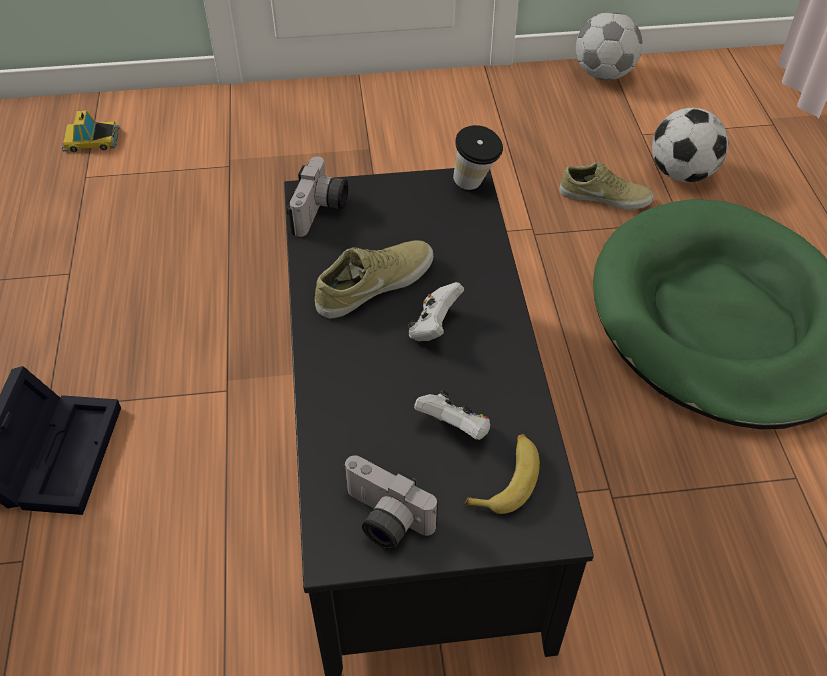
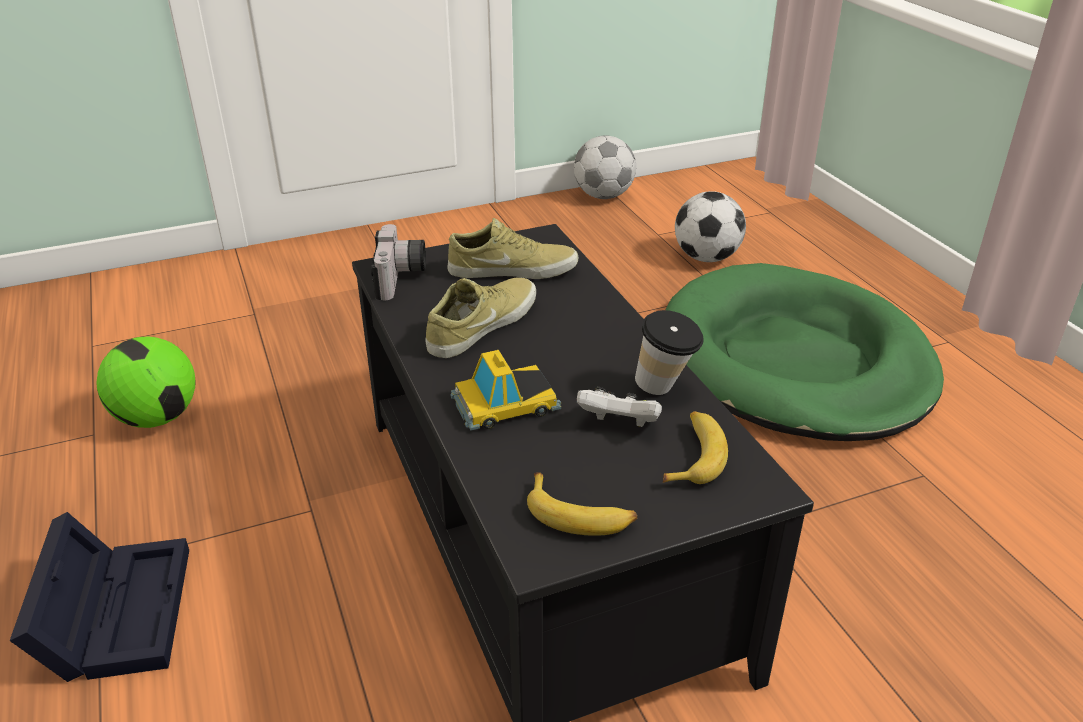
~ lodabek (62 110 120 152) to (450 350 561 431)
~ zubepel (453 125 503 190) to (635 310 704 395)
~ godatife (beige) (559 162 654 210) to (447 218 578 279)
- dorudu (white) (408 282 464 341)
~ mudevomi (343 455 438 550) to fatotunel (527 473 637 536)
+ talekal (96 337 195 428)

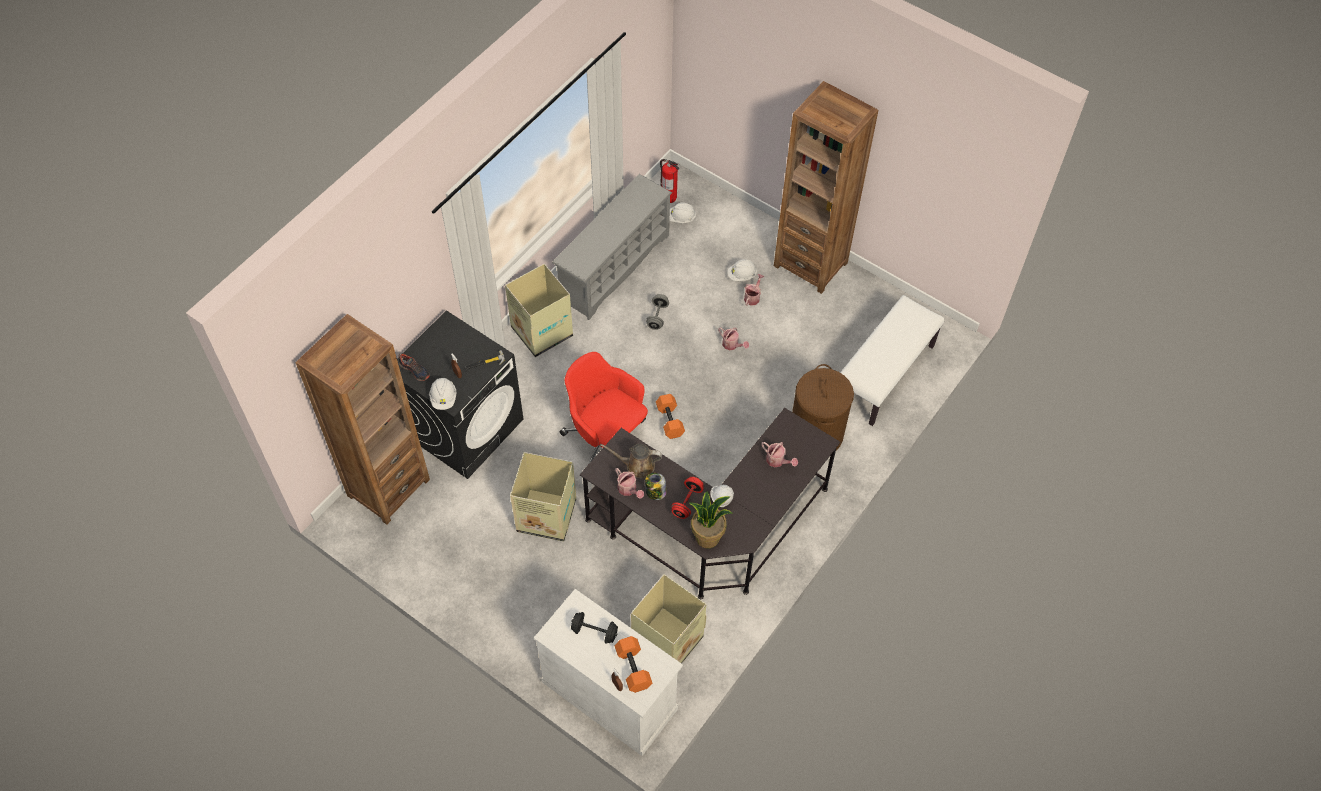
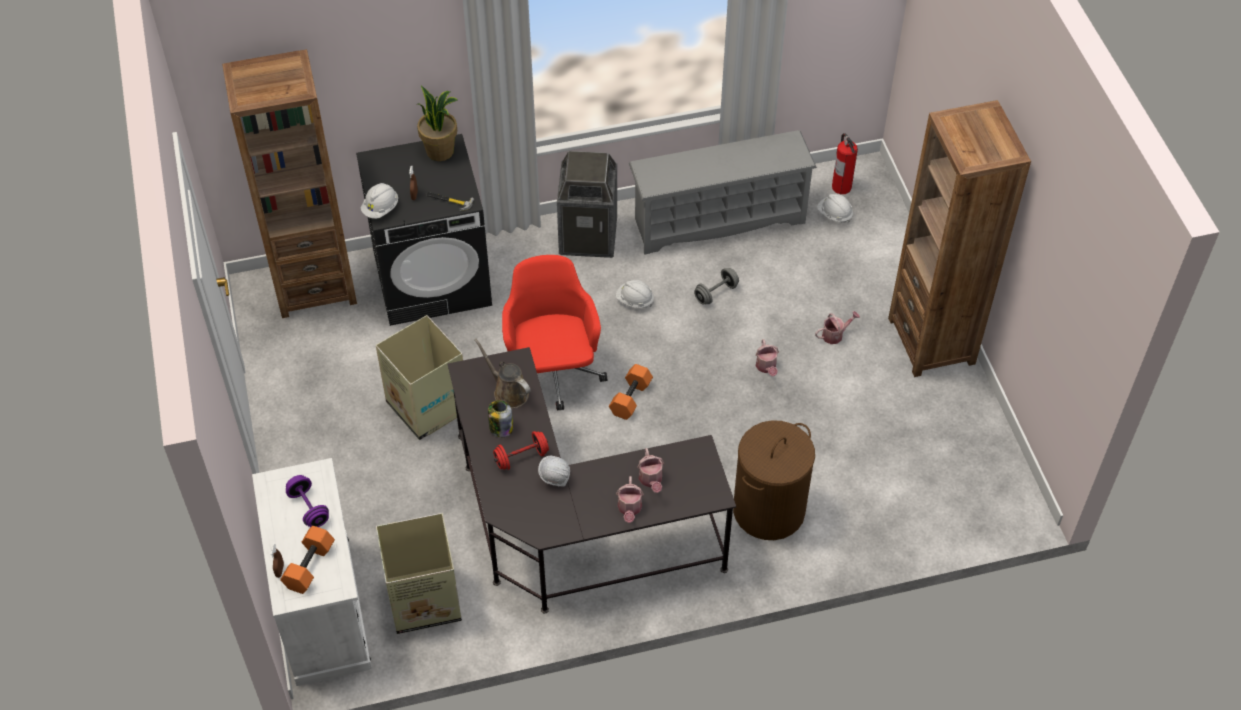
~ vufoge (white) (728 259 757 281) to (616 280 654 308)
~ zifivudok (505 264 573 357) to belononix (557 151 617 258)
- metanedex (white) (840 295 945 426)
- godatife (398 353 430 381)
~ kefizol (615 468 644 499) to (616 476 644 523)
~ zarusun (689 492 732 548) to (417 86 458 161)
~ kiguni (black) (571 612 618 644) to kiguni (purple) (286 475 329 527)

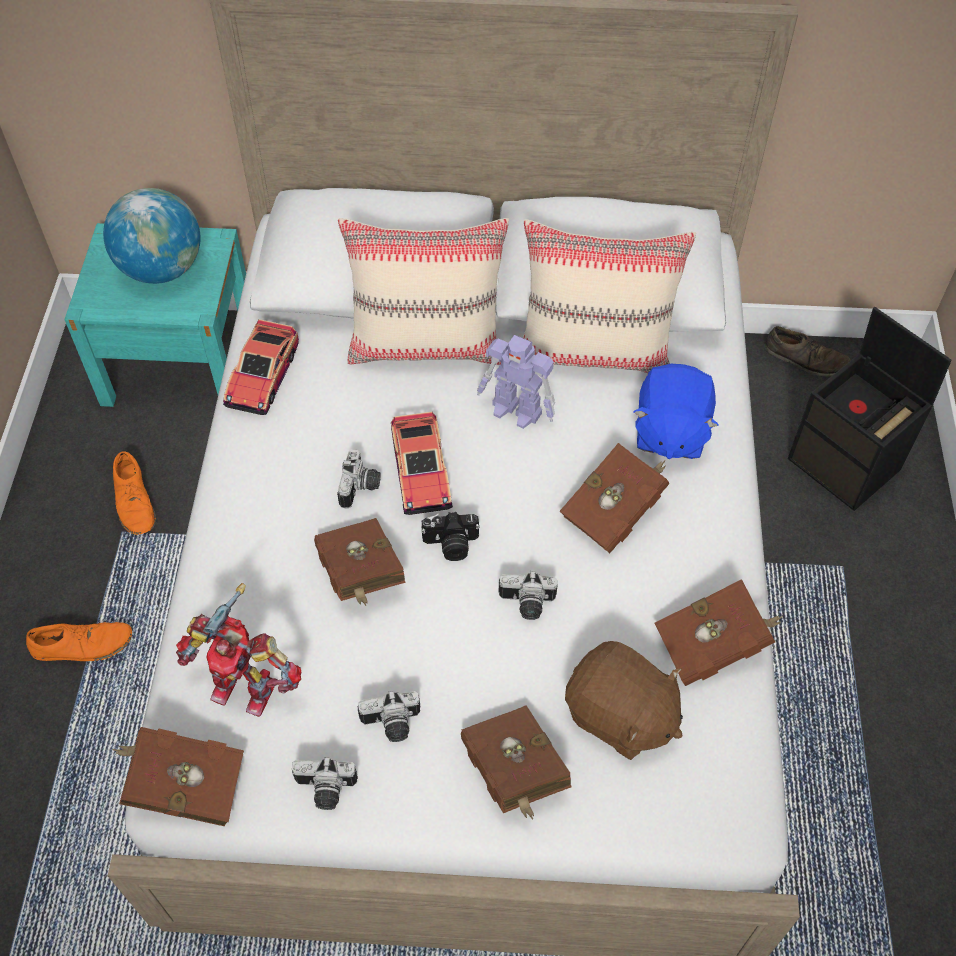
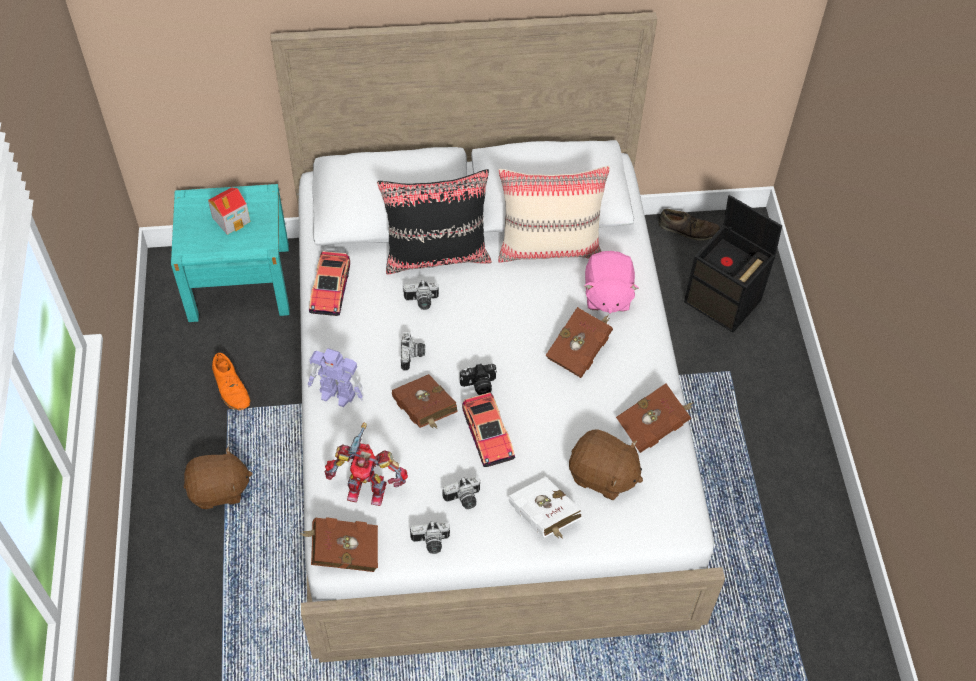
~ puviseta (103 188 200 284) to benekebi (208 187 250 235)
~ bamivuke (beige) (338 218 509 365) to bamivuke (black) (377 169 492 275)
~ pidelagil (477 335 555 429) to (308 348 364 407)
~ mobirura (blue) (633 364 719 459) to mobirura (pink) (584 251 639 313)
~ lodabek (391 412 453 515) to (462 392 515 467)
~ mudevomi (499 571 558 620) to (403 280 439 310)
~ godatife (orange) (26 622 132 661) to mobirura (brown) (184 446 253 509)
~ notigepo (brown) (461 705 571 820) to notigepo (white) (509 476 582 539)

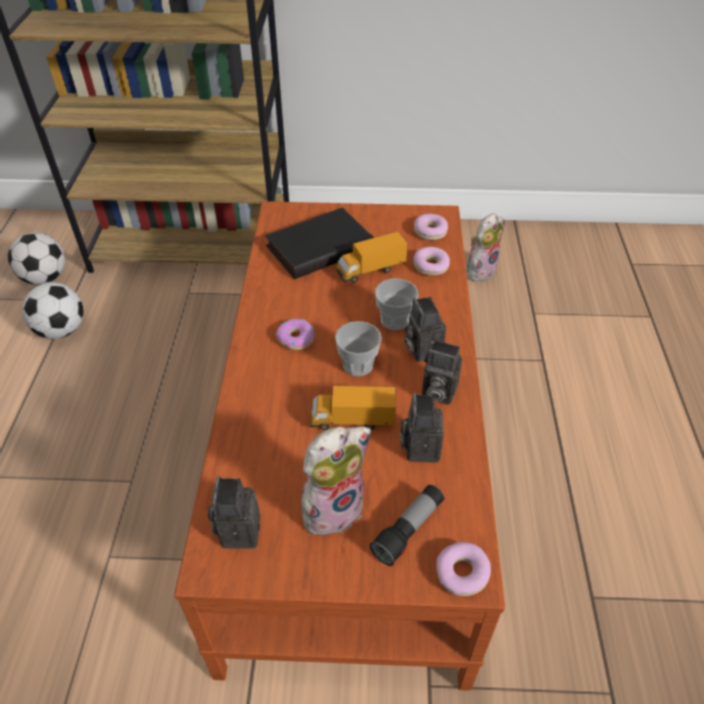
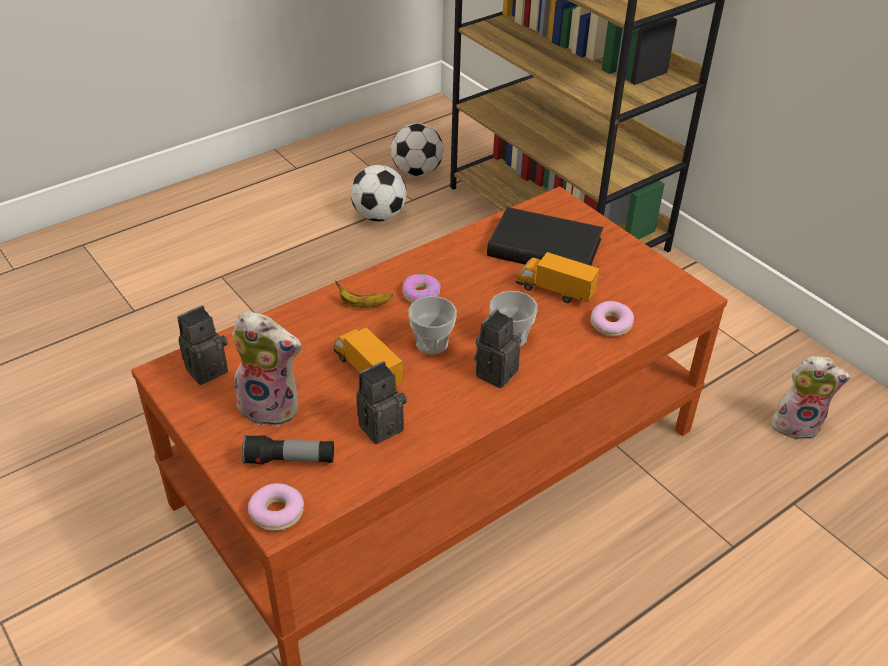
- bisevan (414 214 448 240)
- mudevomi (422 340 462 405)
+ fatotunel (336 281 393 308)

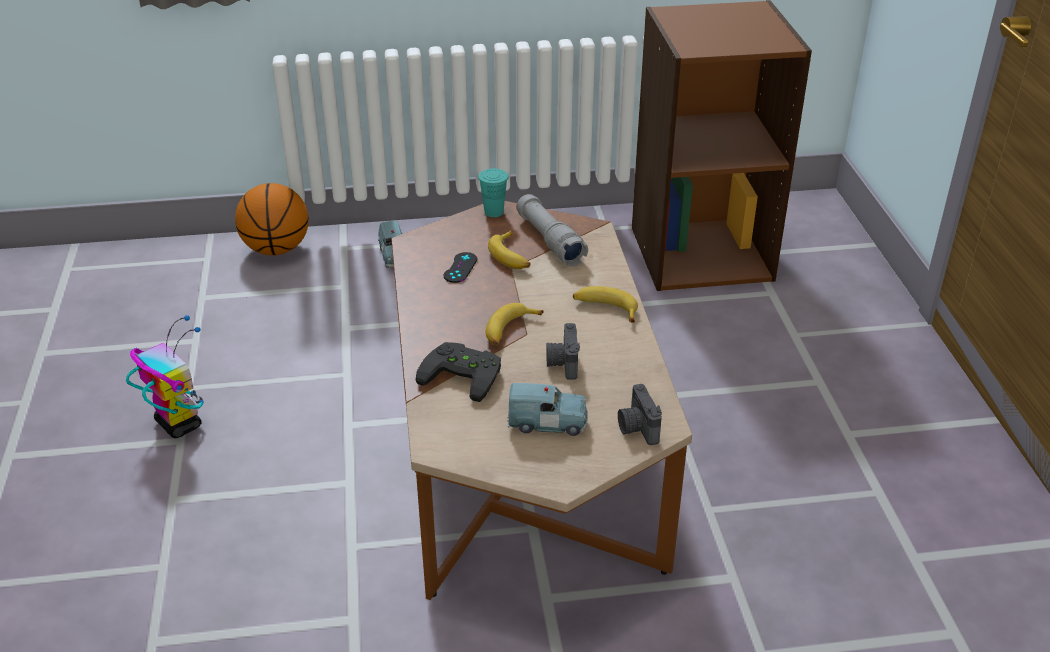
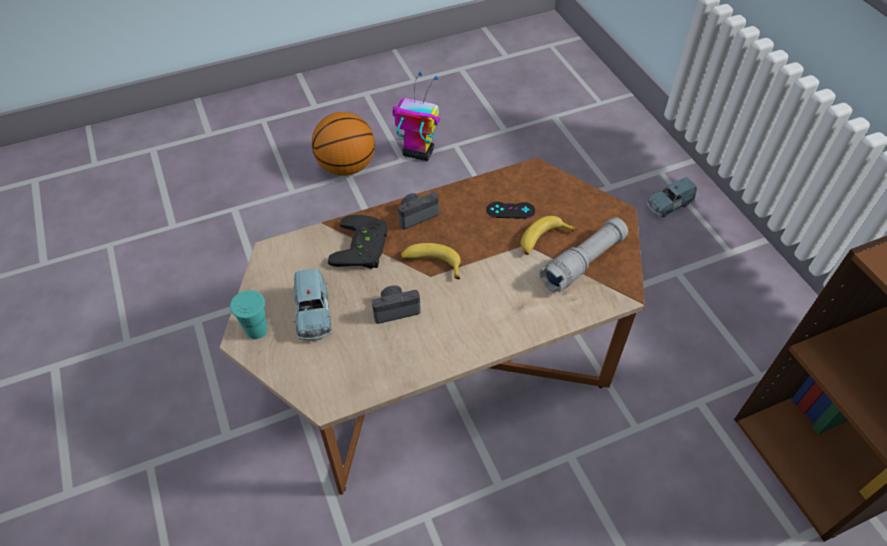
~ zubepel (turquoise) (478 169 509 217) to (230 290 267 339)
~ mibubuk (235 183 309 255) to (312 112 375 176)
- fatotunel (573 286 638 323)
~ pidelagil (126 315 204 438) = (393 72 440 161) 105 degrees counterclockwise
~ mudevomi (618 384 662 445) to (399 192 439 229)

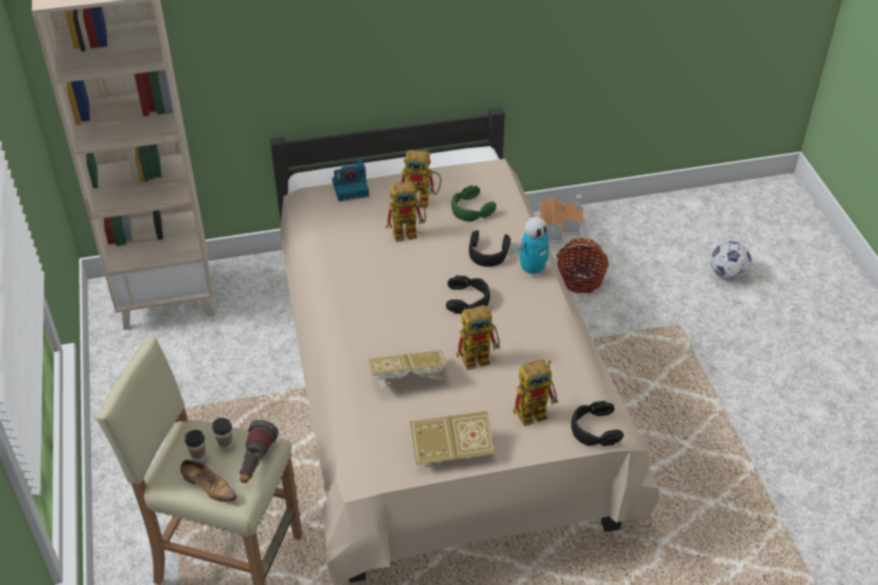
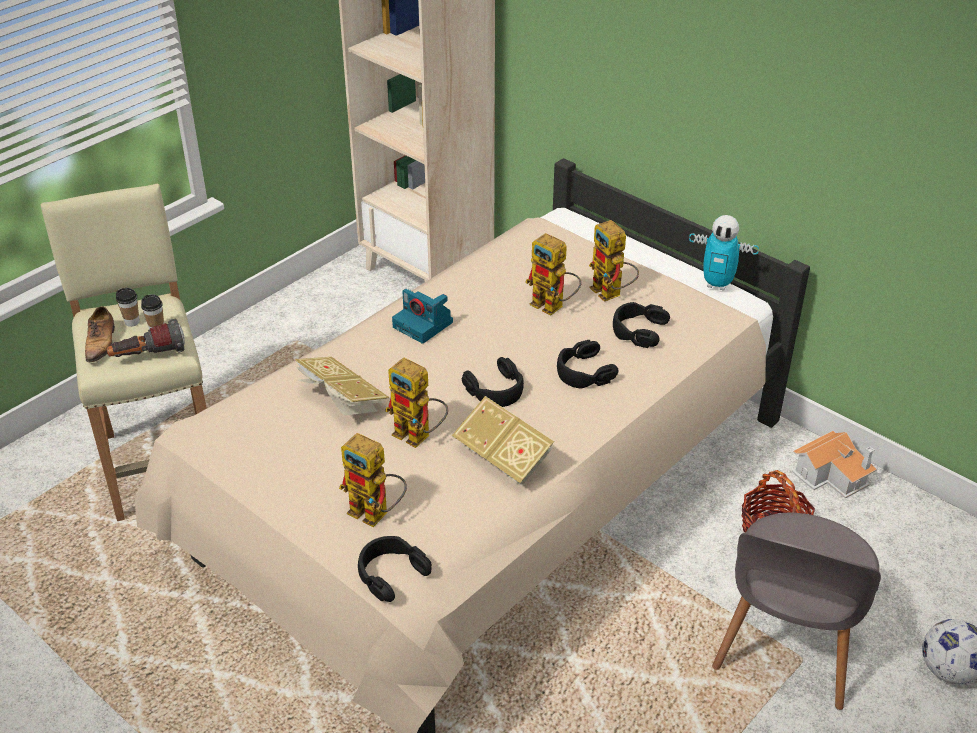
~ mudevomi (332 158 369 201) to (392 289 453 344)
~ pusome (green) (451 185 496 222) to pusome (black) (613 302 670 348)
~ pidelagil (511 217 558 277) to (689 215 759 291)
~ notigepo (410 411 494 466) to (452 396 554 487)
+ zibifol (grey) (712 513 881 710)

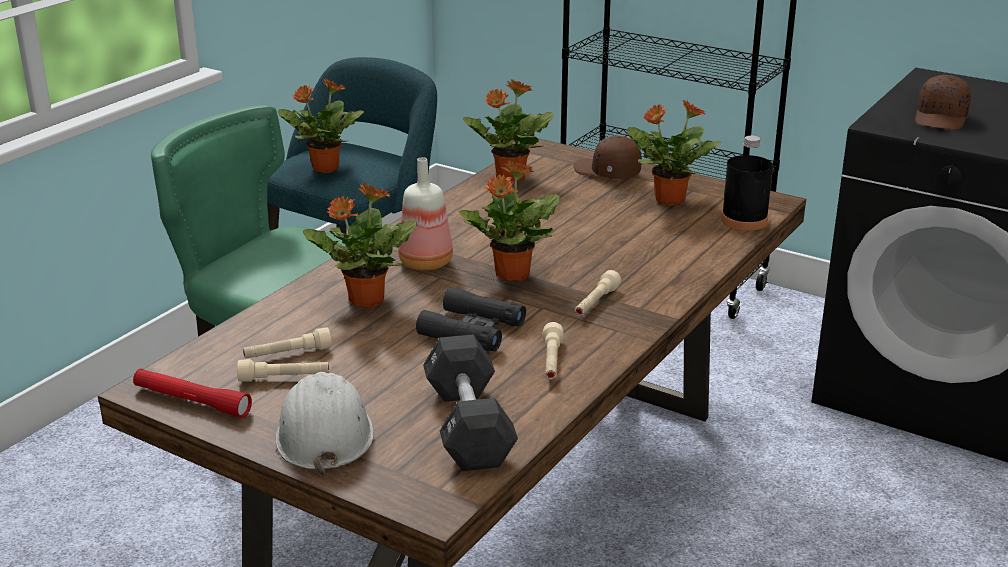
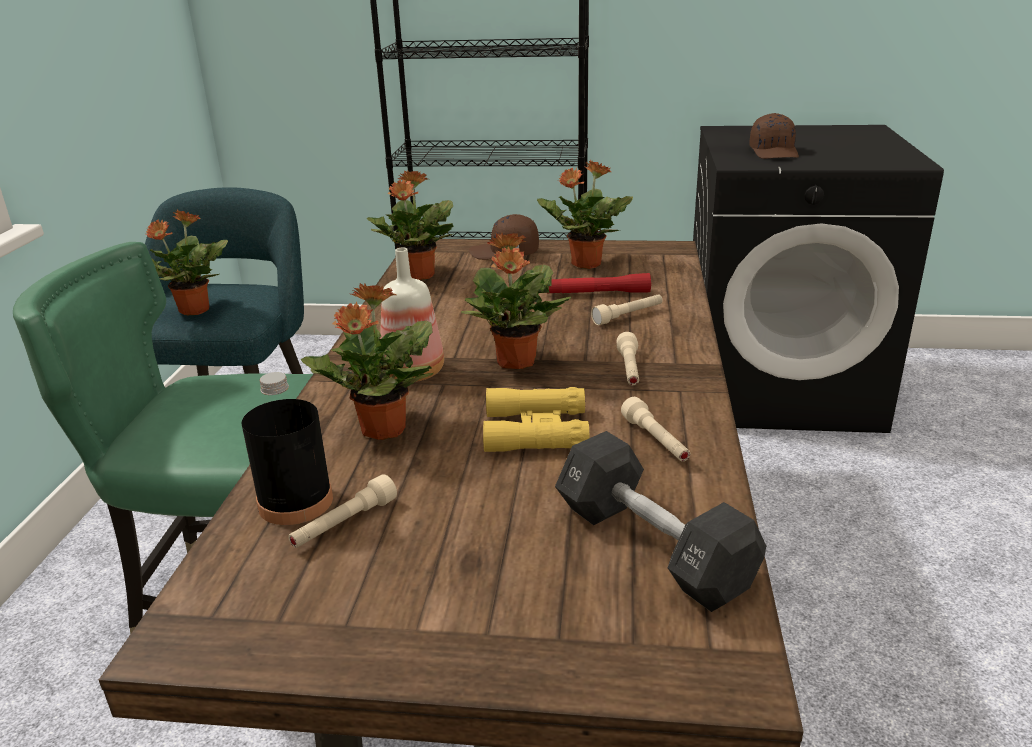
~ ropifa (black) (721 136 773 231) to (242 372 333 525)
~ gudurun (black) (416 287 526 351) to gudurun (yellow) (483 387 590 452)
~ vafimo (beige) (237 359 329 382) to (591 294 663 325)
~ vafimo (red) (133 369 252 418) to (547 273 651 294)
- vufoge (white) (275 372 374 475)

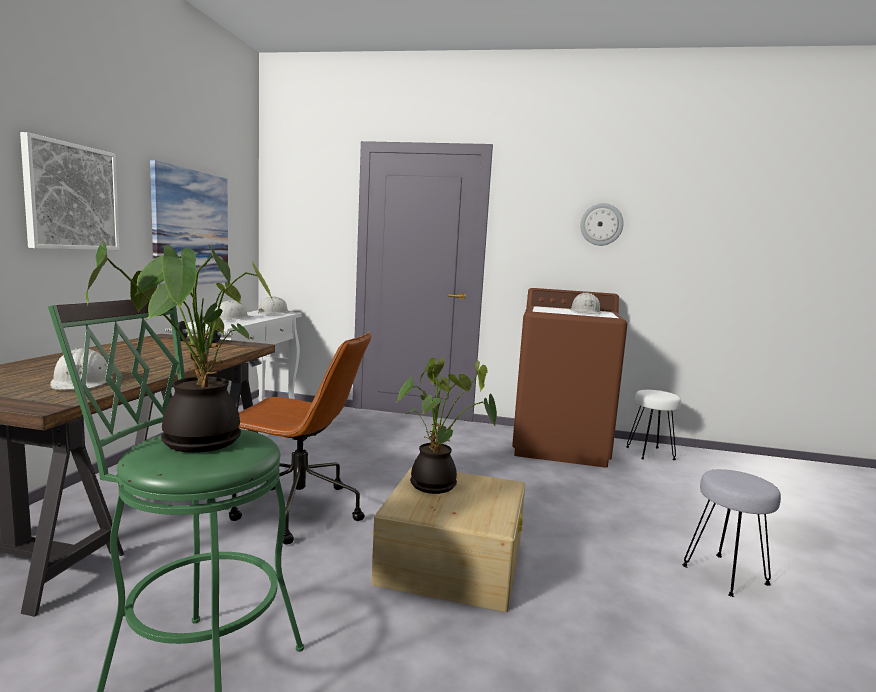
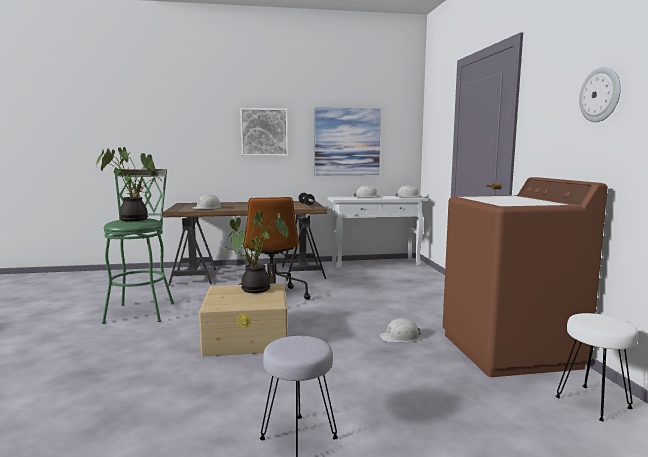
~ vufoge (white) (570 292 601 314) to (379 318 421 343)

